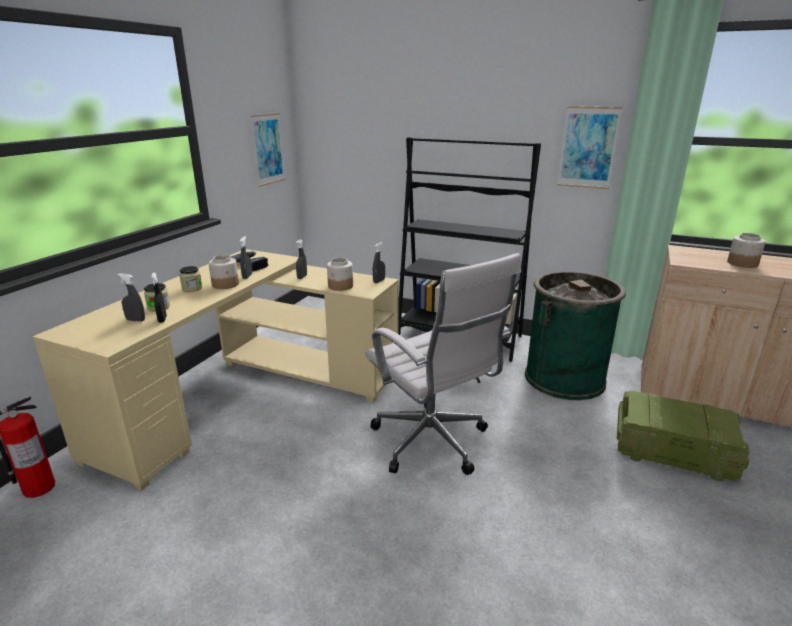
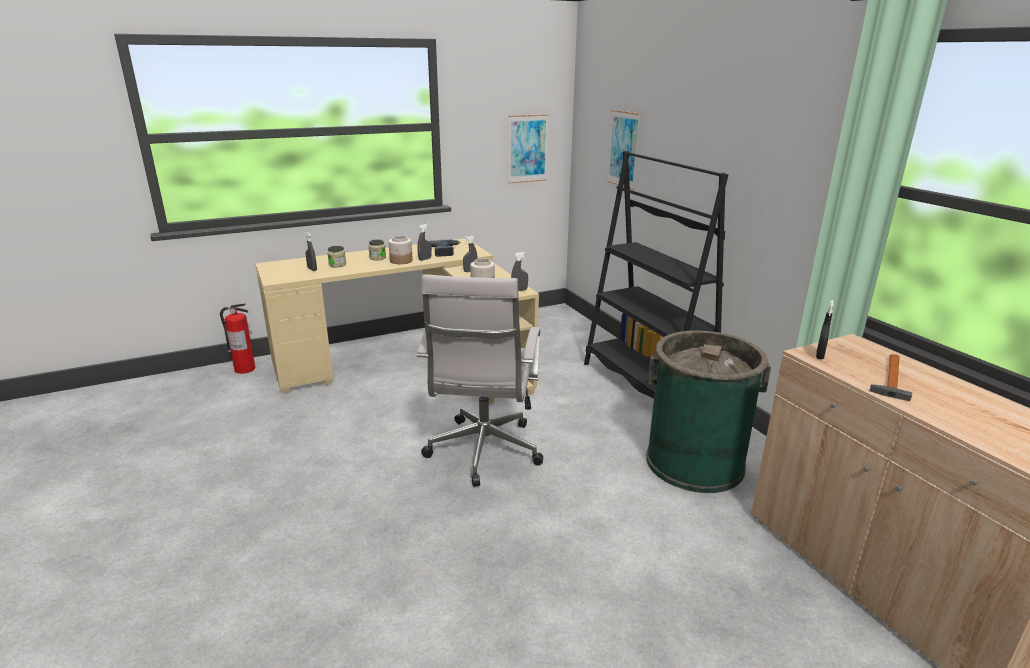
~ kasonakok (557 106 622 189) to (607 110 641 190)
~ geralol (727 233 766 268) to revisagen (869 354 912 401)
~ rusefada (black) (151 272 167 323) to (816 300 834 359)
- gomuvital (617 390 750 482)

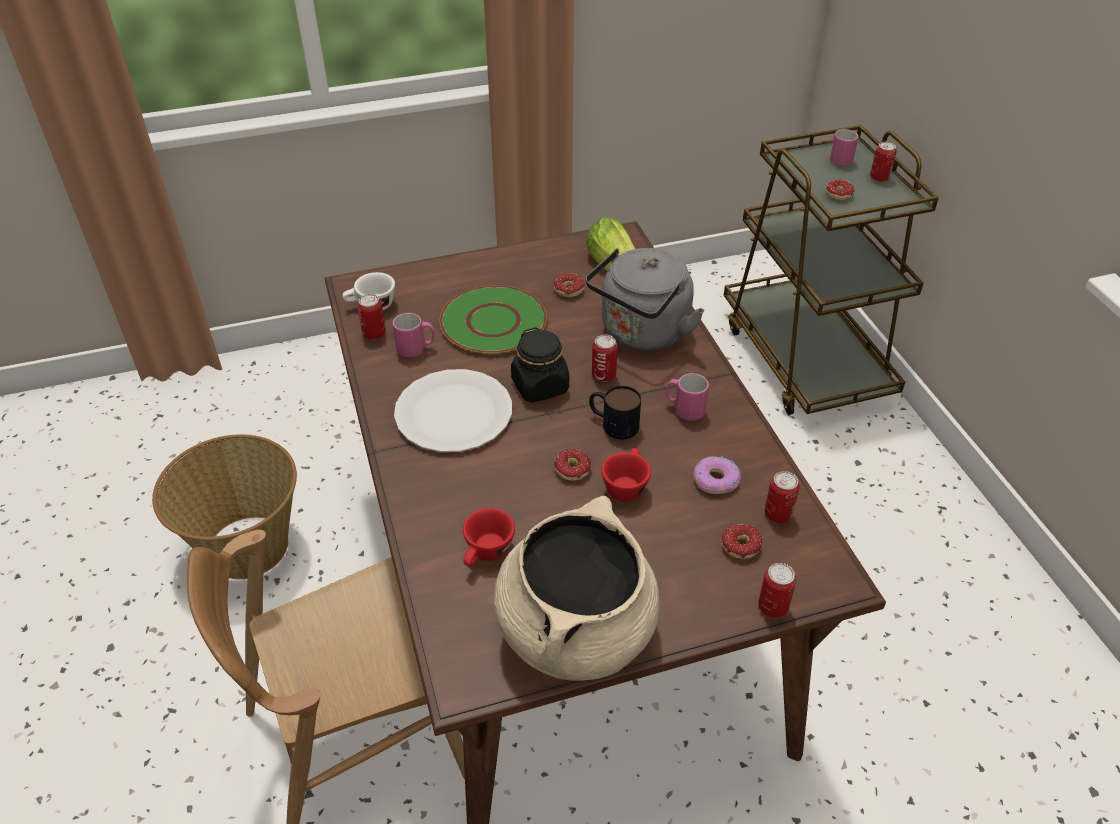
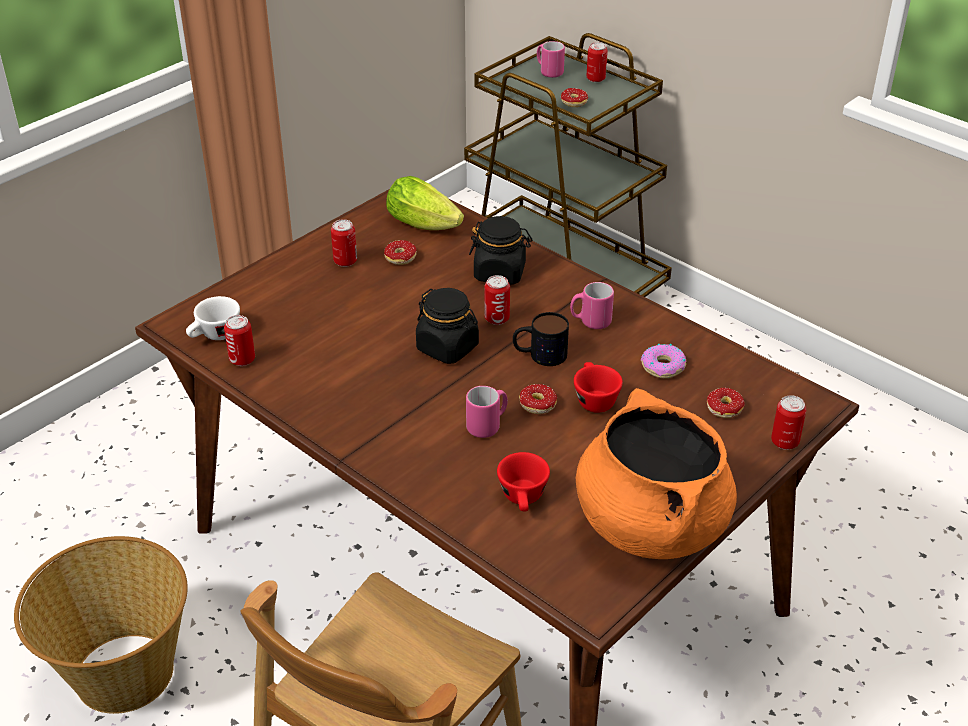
~ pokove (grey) (586 248 705 351) to geralol (black) (469 216 532 285)
- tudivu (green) (439 285 547 354)
~ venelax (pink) (393 313 435 358) to (466 386 508 438)
- tudivu (white) (394 369 512 452)
~ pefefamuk (765 471 800 523) to (331 219 357 267)
~ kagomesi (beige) (493 496 659 681) to kagomesi (orange) (576 388 737 559)

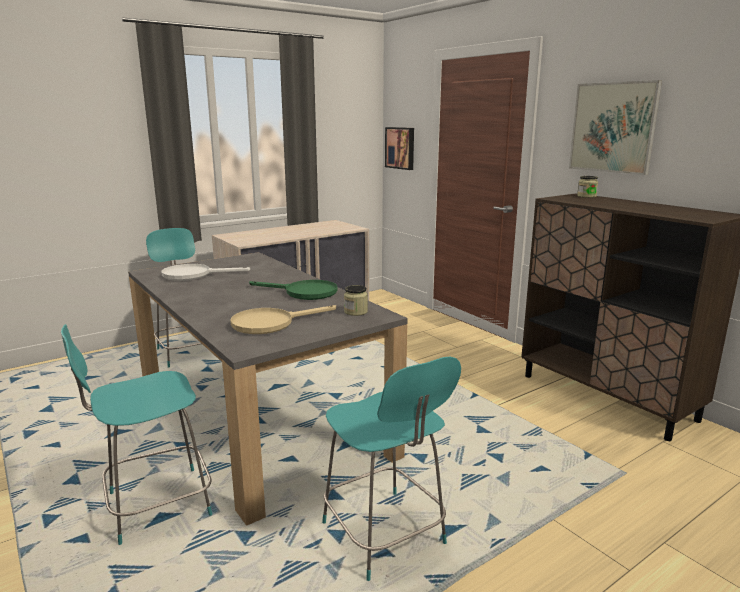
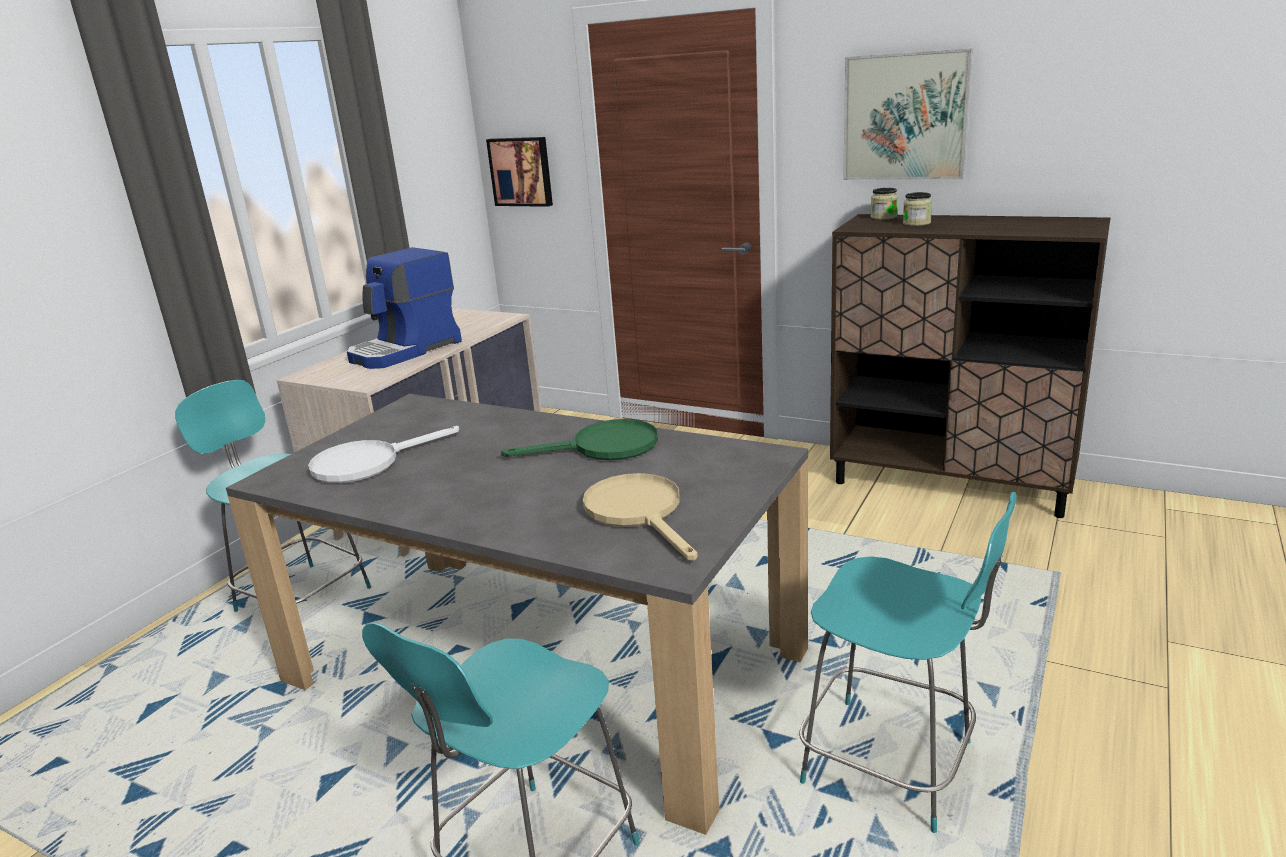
~ geralol (344 285 368 316) to (903 192 932 226)
~ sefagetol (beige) (230 305 336 334) = (583 473 697 561) 120 degrees clockwise
+ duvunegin (347 247 462 369)

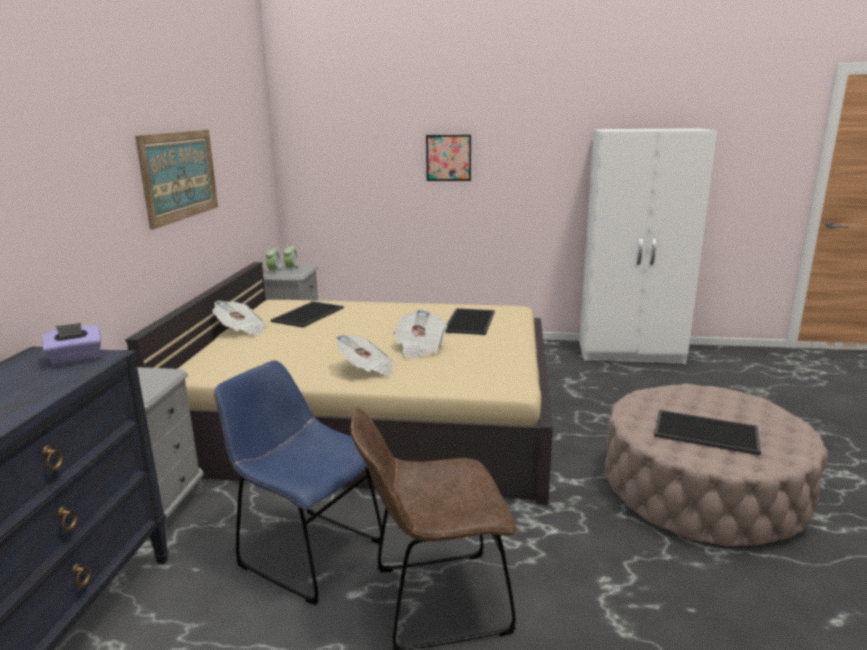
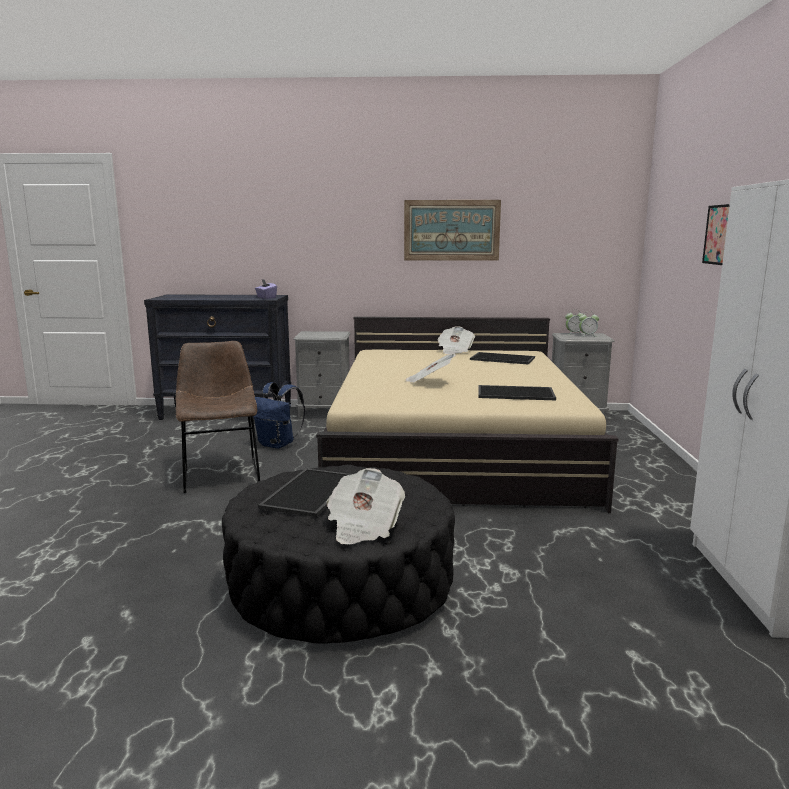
~ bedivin (336 335 393 376) to (326 468 405 544)
~ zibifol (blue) (214 360 384 605) to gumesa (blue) (250 382 305 449)
~ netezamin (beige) (605 384 828 546) to netezamin (black) (222 465 455 644)

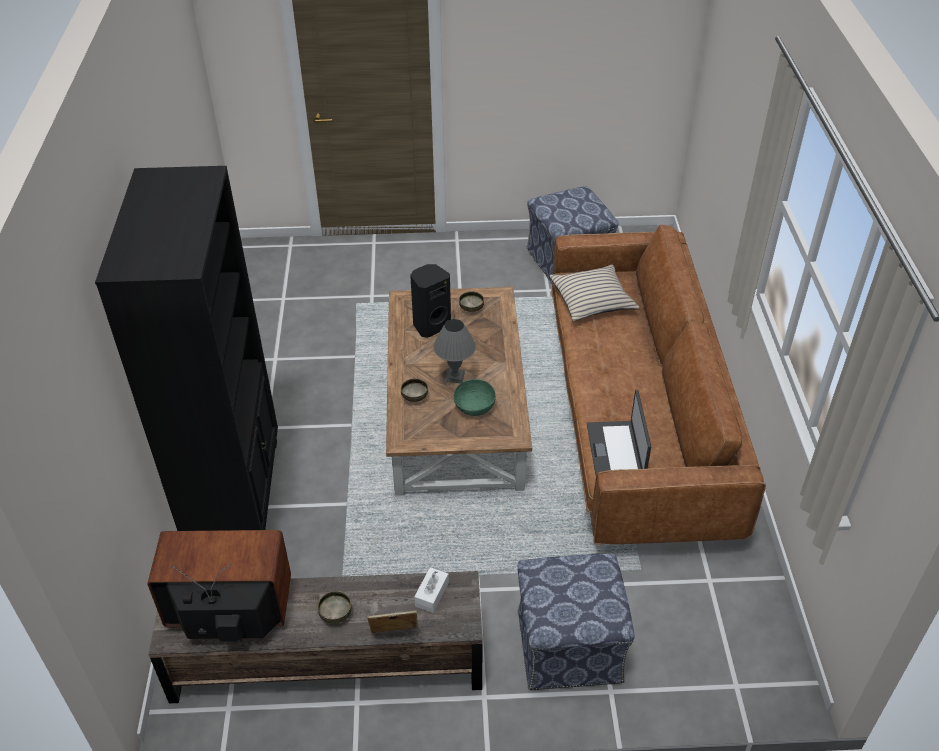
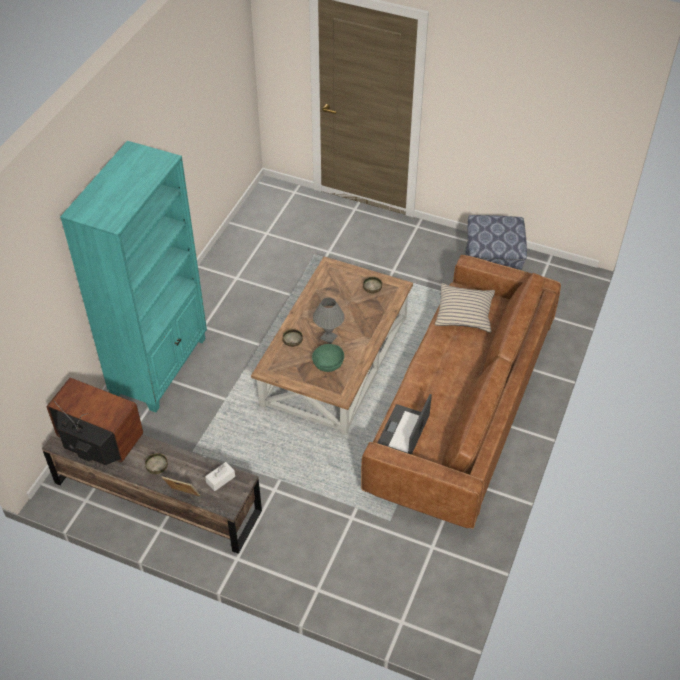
~ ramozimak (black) (95 166 278 531) to ramozimak (turquoise) (60 141 207 412)
- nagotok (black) (410 264 451 338)
- netezamin (518 553 635 690)

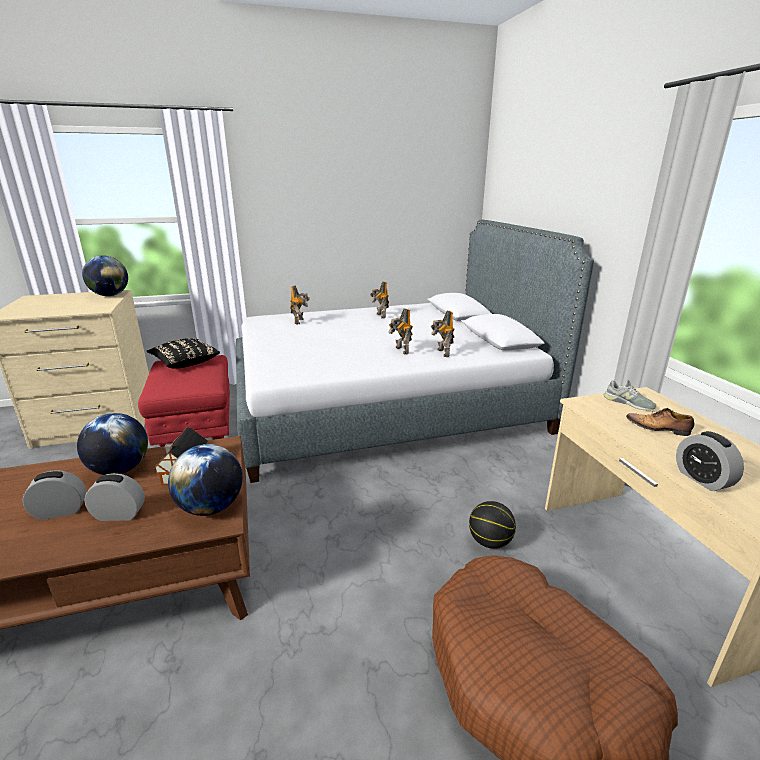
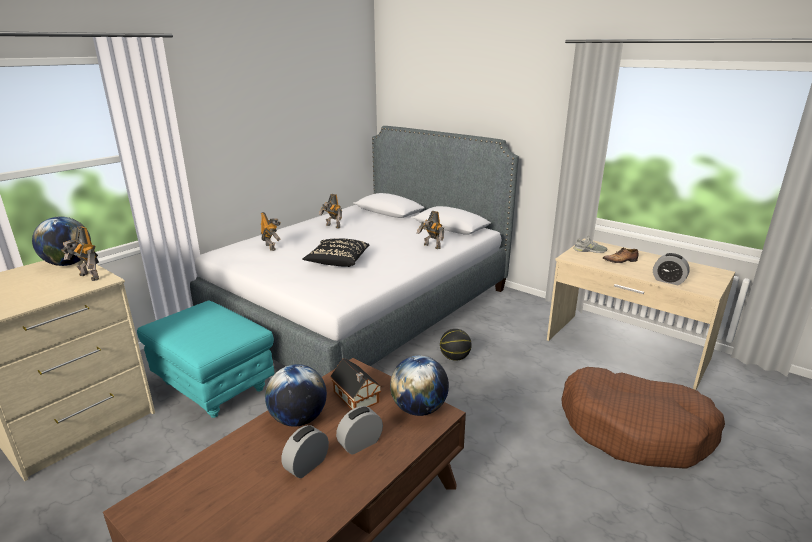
~ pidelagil (388 309 413 355) to (62 226 99 281)
~ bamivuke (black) (147 338 220 369) to (302 238 369 267)
~ netezamin (red) (138 355 230 447) to netezamin (turquoise) (137 300 274 418)
~ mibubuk (469 501 516 549) to (440 329 472 361)

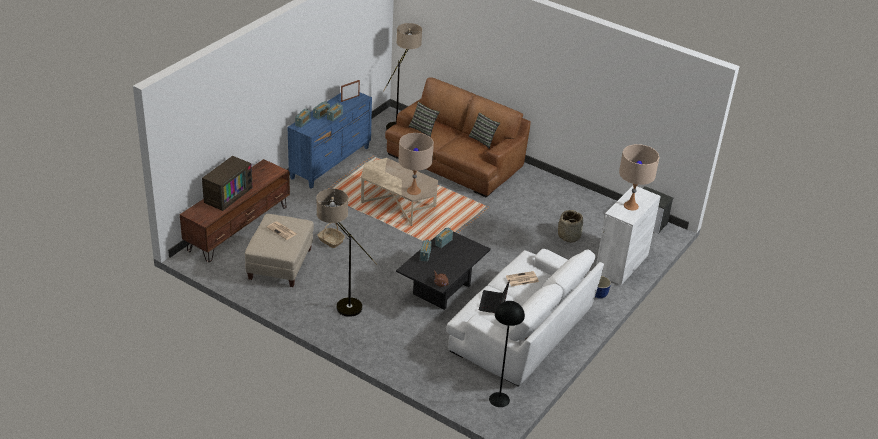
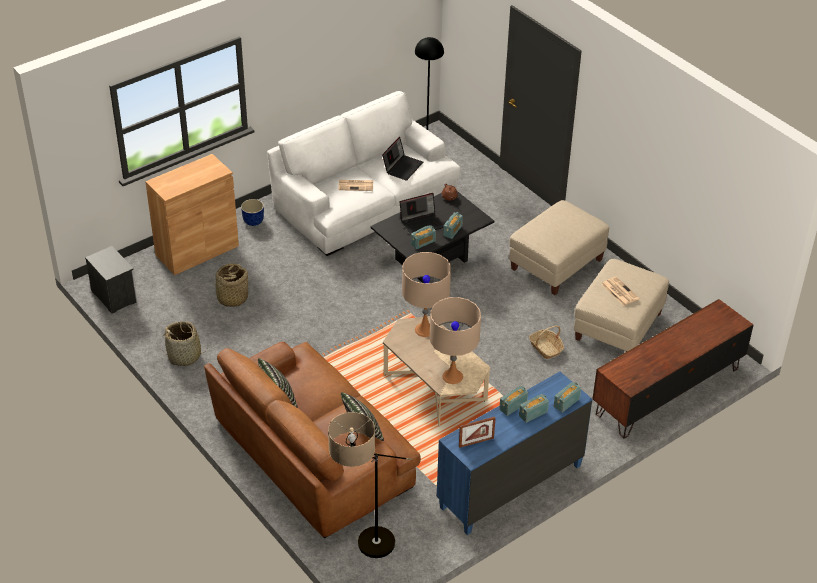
~ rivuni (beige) (619 144 660 210) to (430 297 481 384)
- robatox (202 156 253 211)
~ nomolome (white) (596 186 661 285) to nomolome (brown) (145 154 239 275)
~ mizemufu (316 189 378 317) to netezamin (beige) (509 200 609 295)
+ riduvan (400 193 444 235)
+ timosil (163 321 207 366)

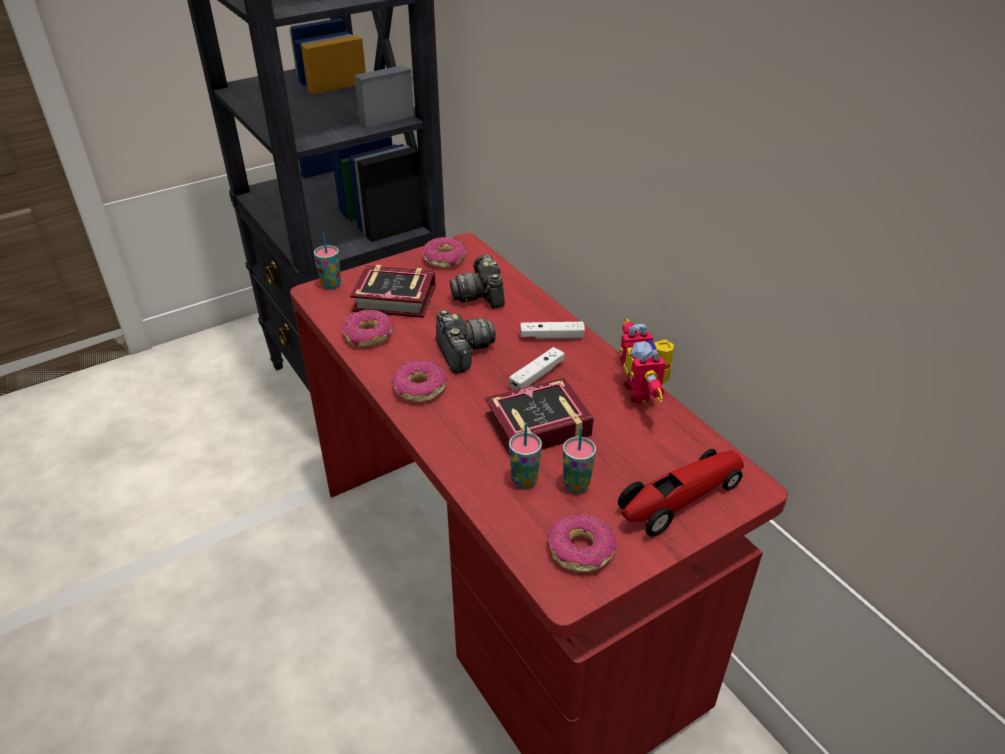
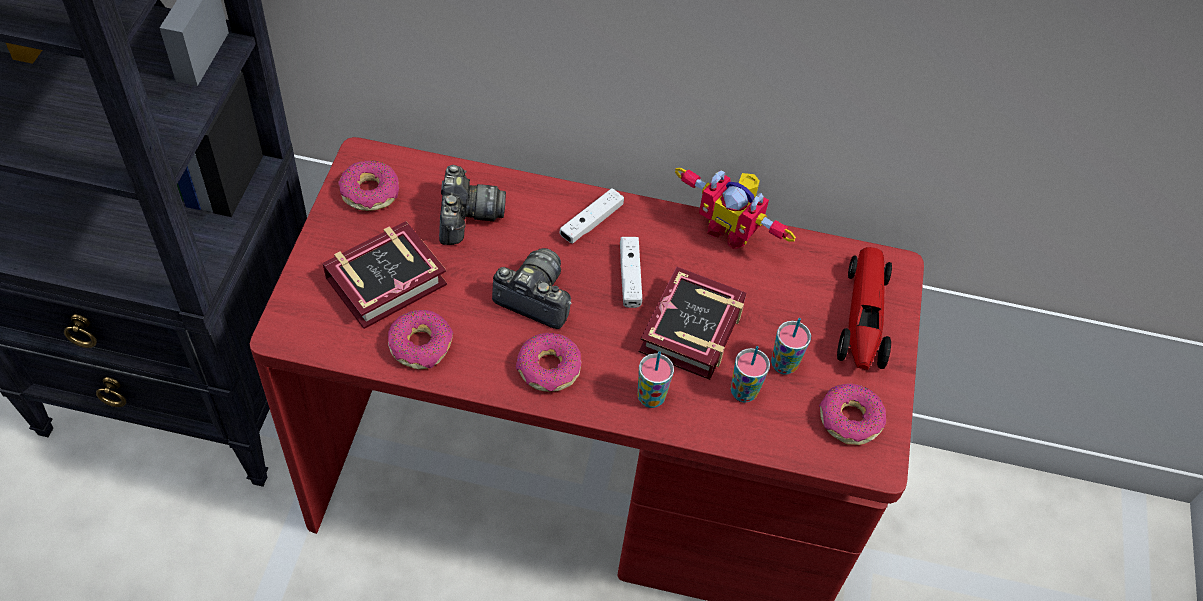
~ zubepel (314 233 341 289) to (638 351 674 408)
~ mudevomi (450 255 505 308) = (439 165 506 245) 120 degrees counterclockwise

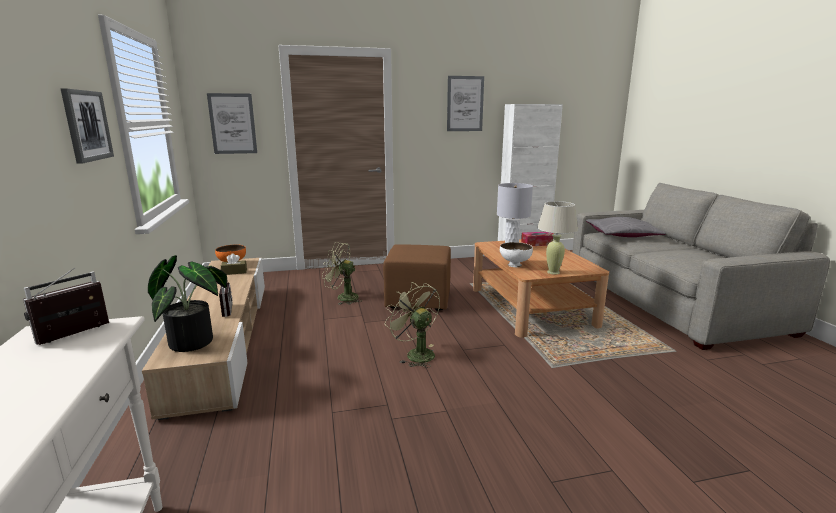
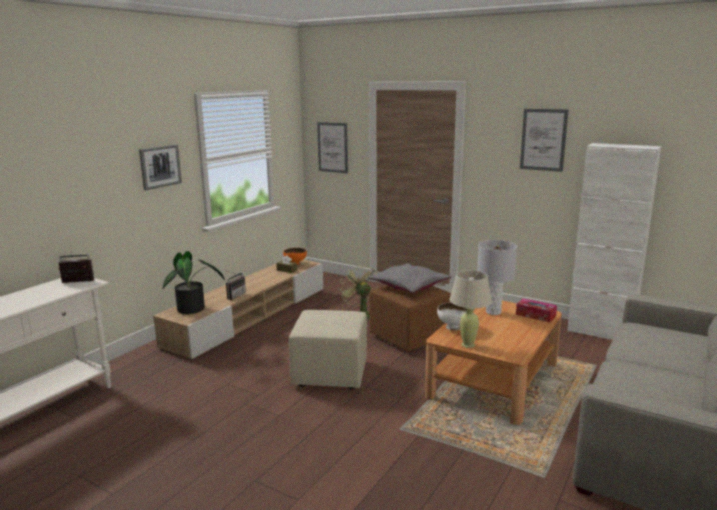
~ bamivuke (grey) (586 217 666 237) to (368 263 452 293)
~ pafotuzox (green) (385 282 440 368) to netezamin (beige) (289 310 367 389)

